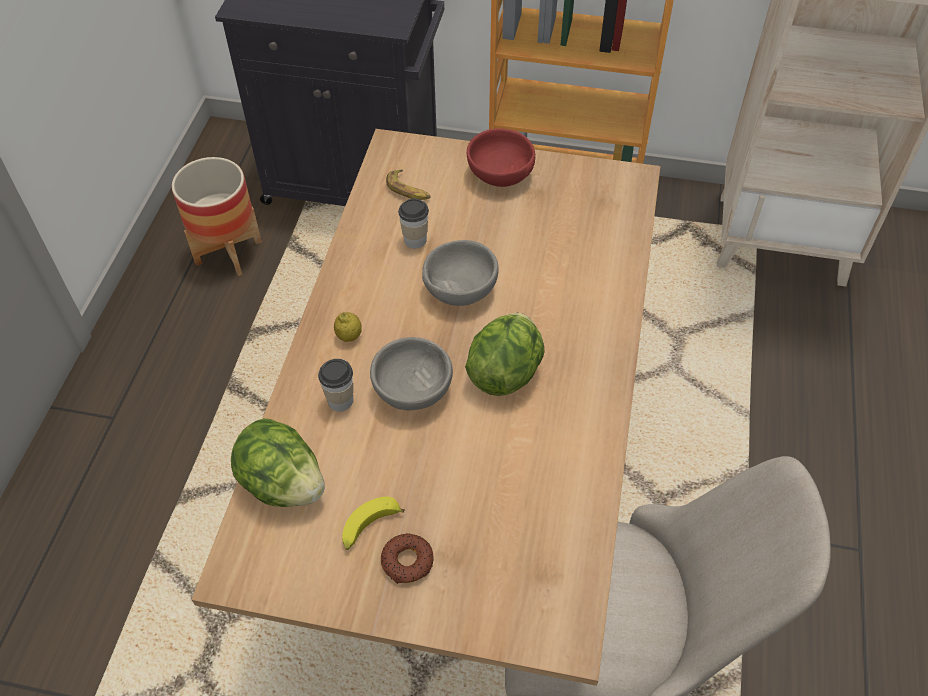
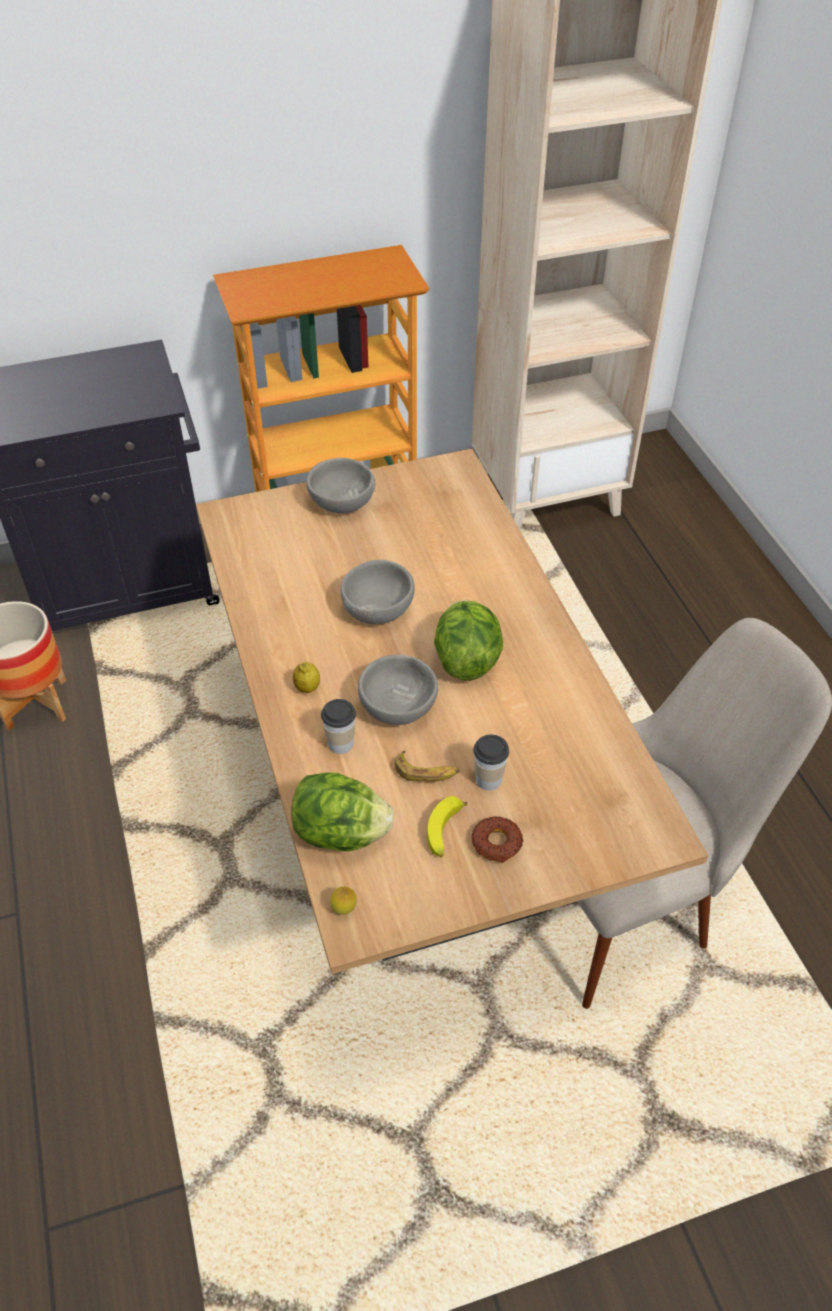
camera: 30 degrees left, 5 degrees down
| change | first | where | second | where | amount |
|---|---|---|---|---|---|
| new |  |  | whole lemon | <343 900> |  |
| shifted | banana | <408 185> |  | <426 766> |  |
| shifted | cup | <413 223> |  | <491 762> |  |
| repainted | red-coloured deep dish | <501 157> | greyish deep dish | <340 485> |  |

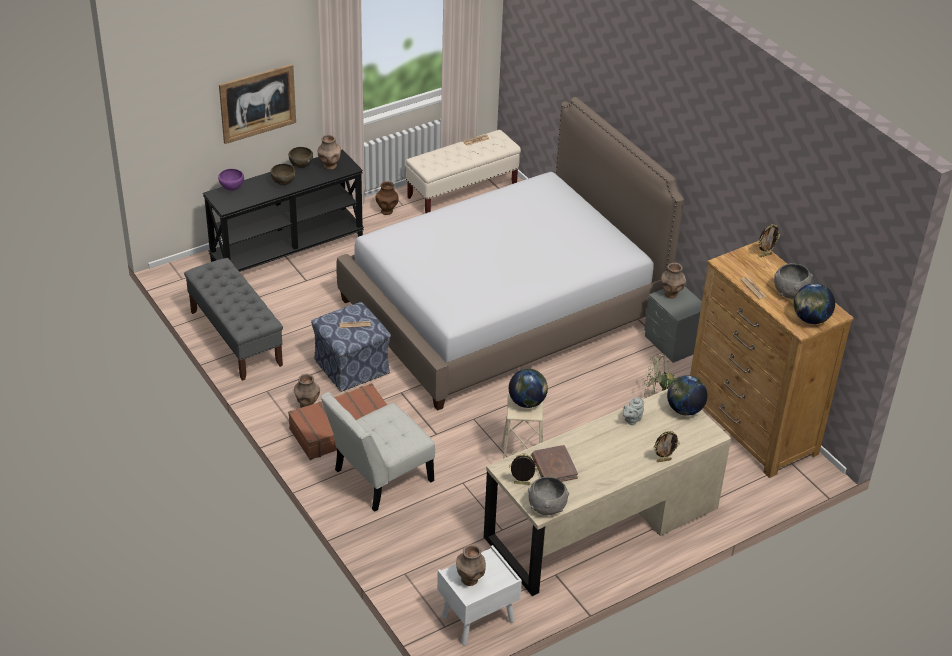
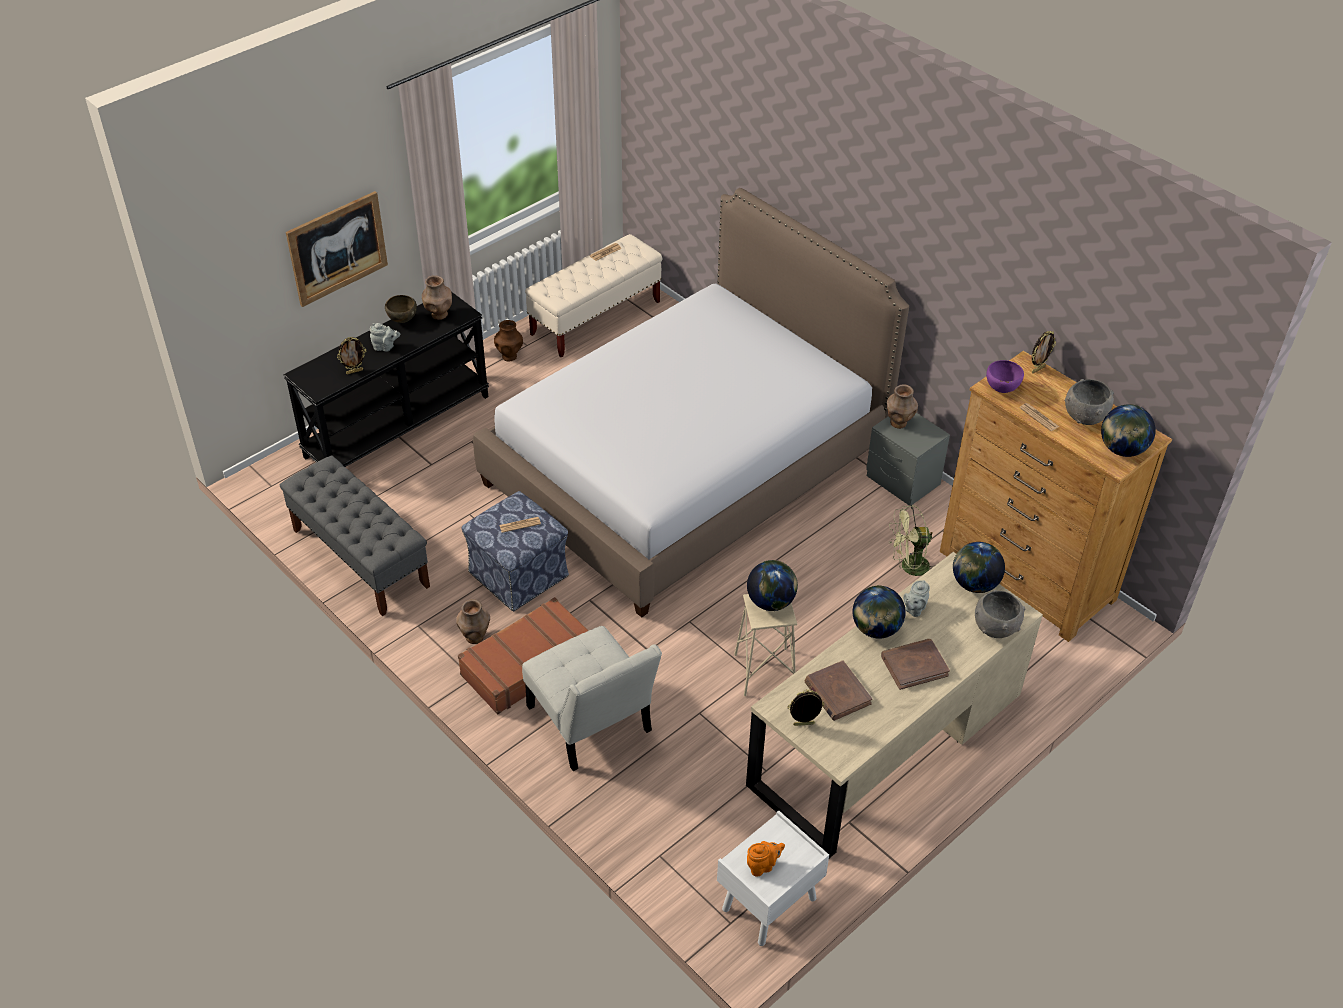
camera: 10 degrees left, 5 degrees up
| change | first | where | second | where | amount |
|---|---|---|---|---|---|
| new |  |  | desk globe | <879 612> |  |
| new |  |  | brownish bound book | <915 664> |  |
| shifted | purple deep dish | <231 180> |  | <1005 376> |  |
| shifted | greyish deep dish | <548 495> |  | <1000 614> |  |
| shifted | standing frame | <667 446> |  | <351 356> |  |
| swapped | brownish deep dish | <283 174> | greyish teapot | <385 337> |  |
| swapped | brownish decorative vase | <471 565> | orangey teapot | <766 859> |  |
| rotated | white chair | <377 452> |  | <592 698> | 75 degrees counterclockwise |

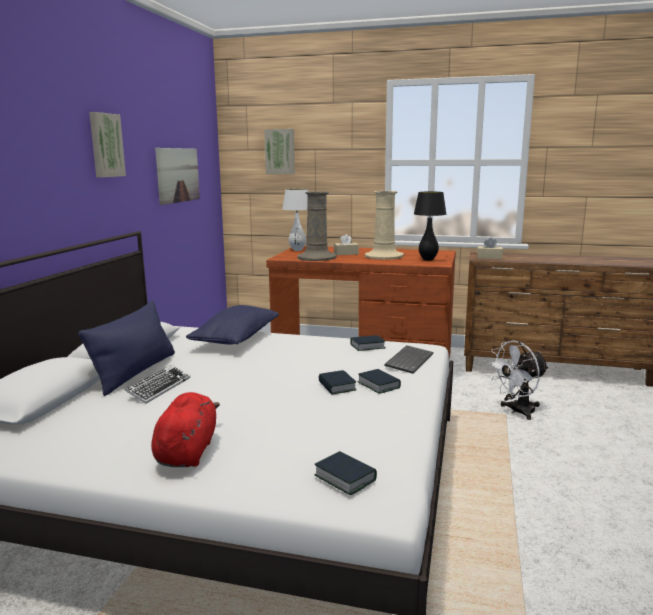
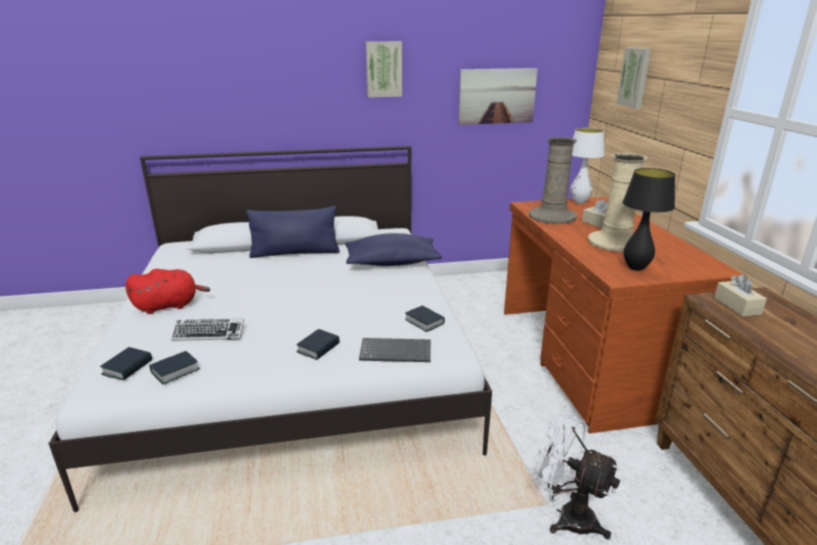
camera: 65 degrees right, 10 degrees up
| change | first | where | second | where | amount |
|---|---|---|---|---|---|
| shifted | keyboard | <157 384> |  | <207 330> |  |
| shifted | bound book | <337 382> |  | <174 367> |  |

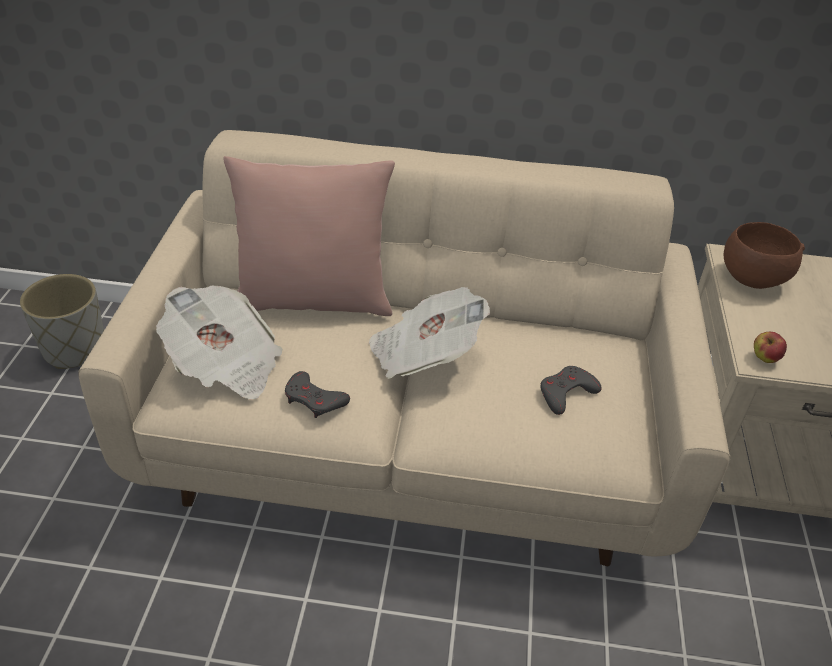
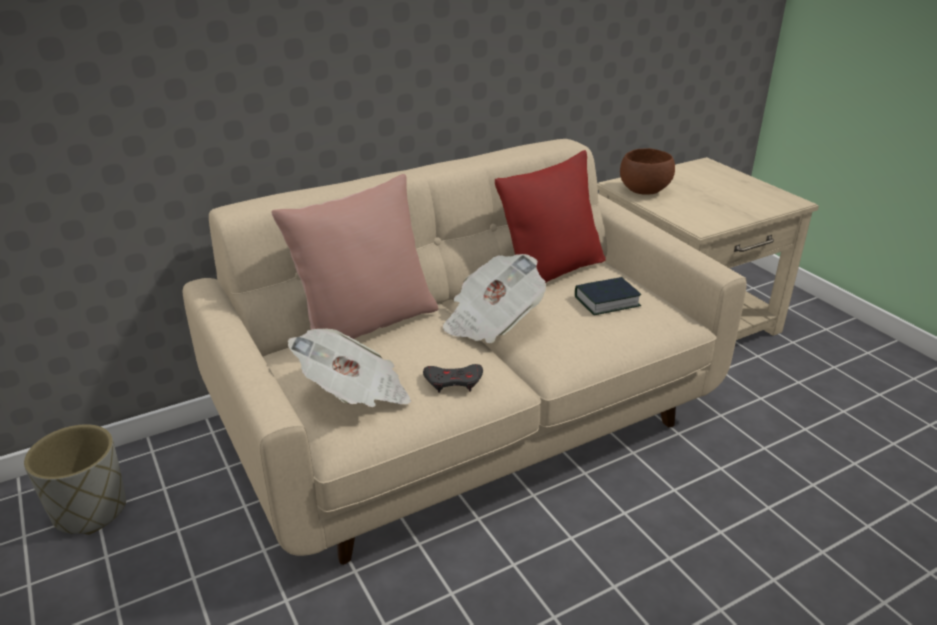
camera: 35 degrees left, 10 degrees down
| change | first | where | second | where | amount |
|---|---|---|---|---|---|
| gone | whole apple | <770 347> |  |  |  |
| new |  |  | red-coloured pillow | <550 216> |  |
| swapped | greyish gamepad | <571 390> | bound book | <608 296> |  |

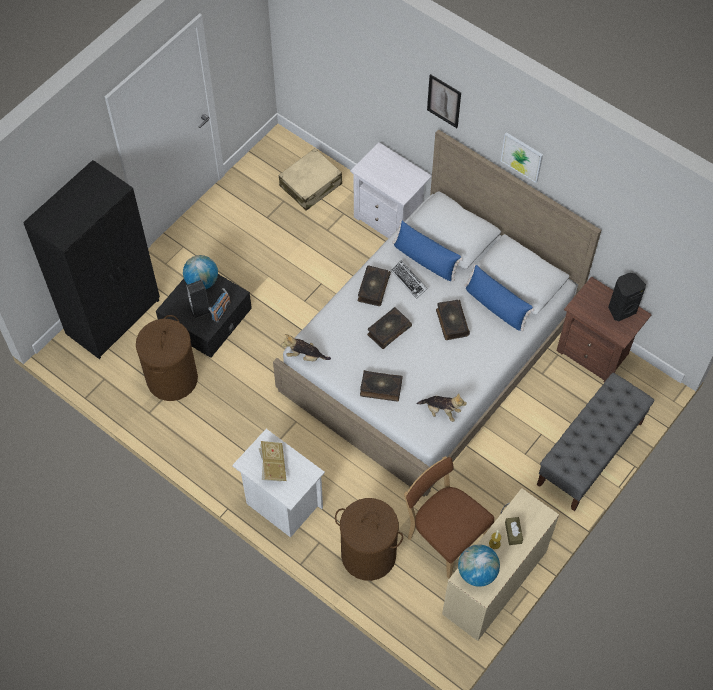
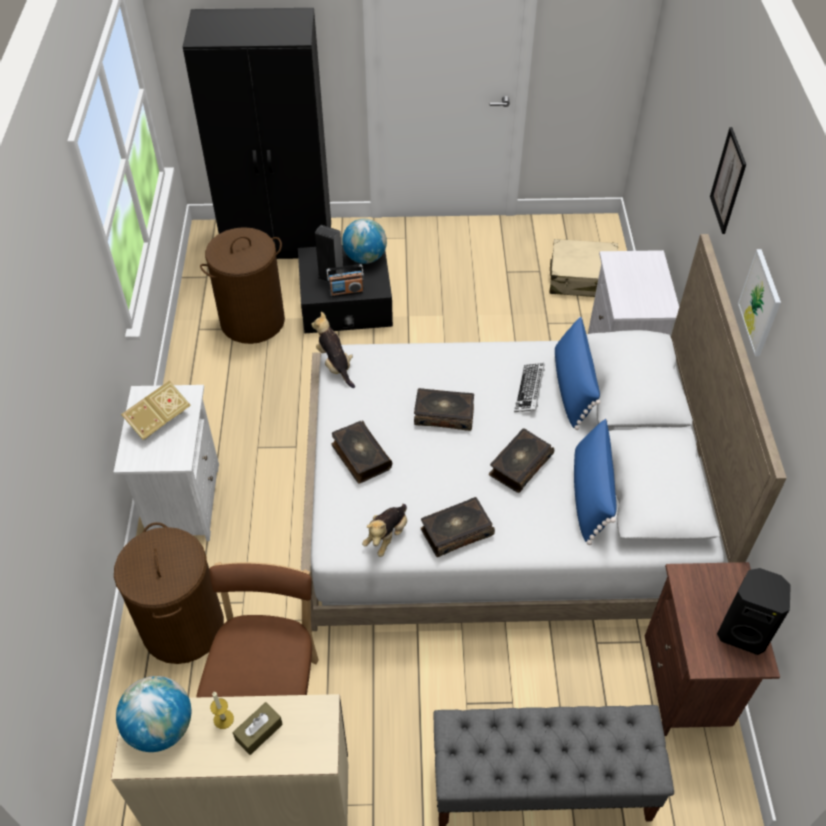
camera: 50 degrees right, 10 degrees down
| change | first | where | second | where | amount |
|---|---|---|---|---|---|
| shifted | bound book | <374 285> |  | <458 527> |  |
| rotated | cuddly toy | <442 408> |  | <384 530> | 45 degrees clockwise |

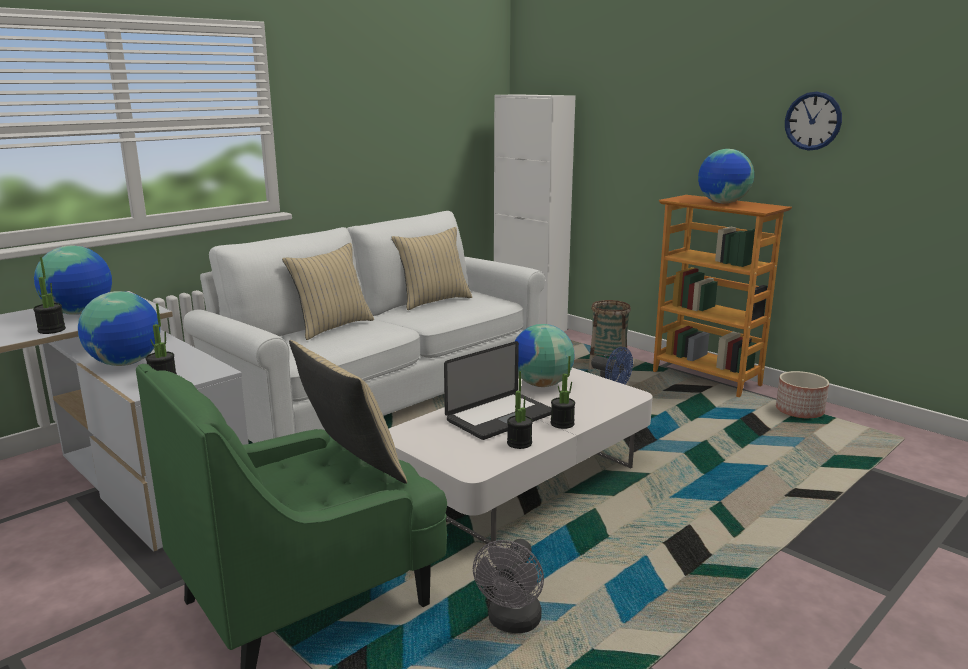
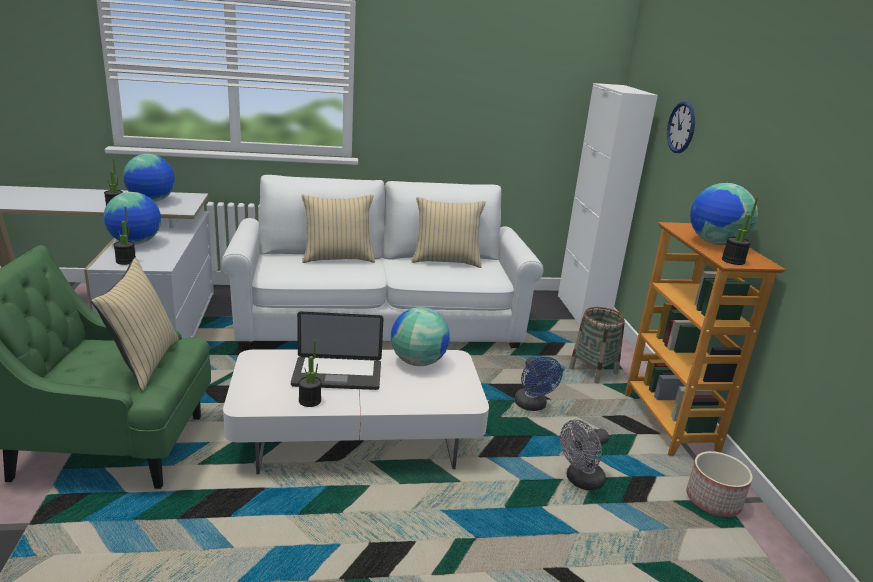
camera: 35 degrees right, 5 degrees up
| change | first | where | second | where | amount |
|---|---|---|---|---|---|
| shifted | greyish fan | <508 586> |  | <584 455> |  |
| shifted | houseplant | <563 392> |  | <740 231> |  |
| shifted | clock on the wall | <813 121> |  | <681 127> |  |

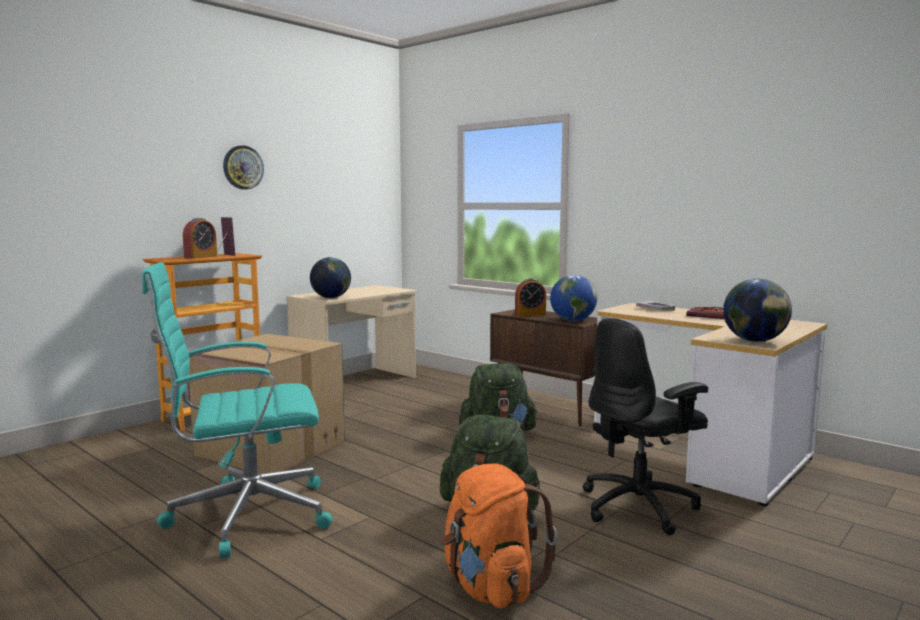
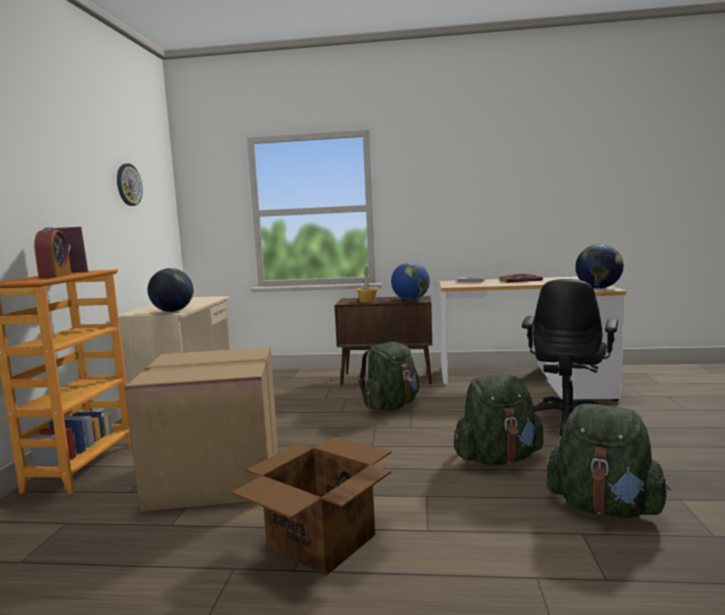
camera: 35 degrees left, 0 degrees up
| change | first | where | second | where | amount |
|---|---|---|---|---|---|
| shifted | clock on the wall | <243 167> |  | <130 184> |  |
| swapped | turquoise-coloured office chair | <237 410> | packing box | <311 506> |  |
| swapped | bedside clock | <530 297> | houseplant | <367 283> |  |
| repainted | orangey rucksack | <499 536> | green-coloured rucksack | <608 461> |  |

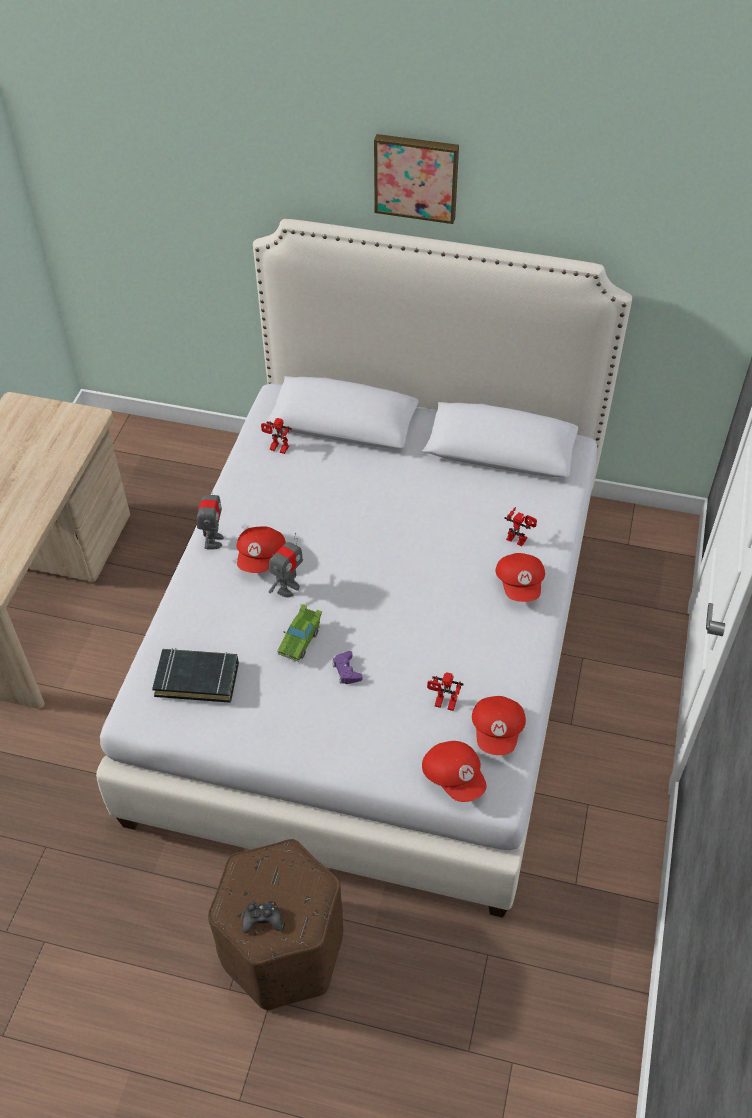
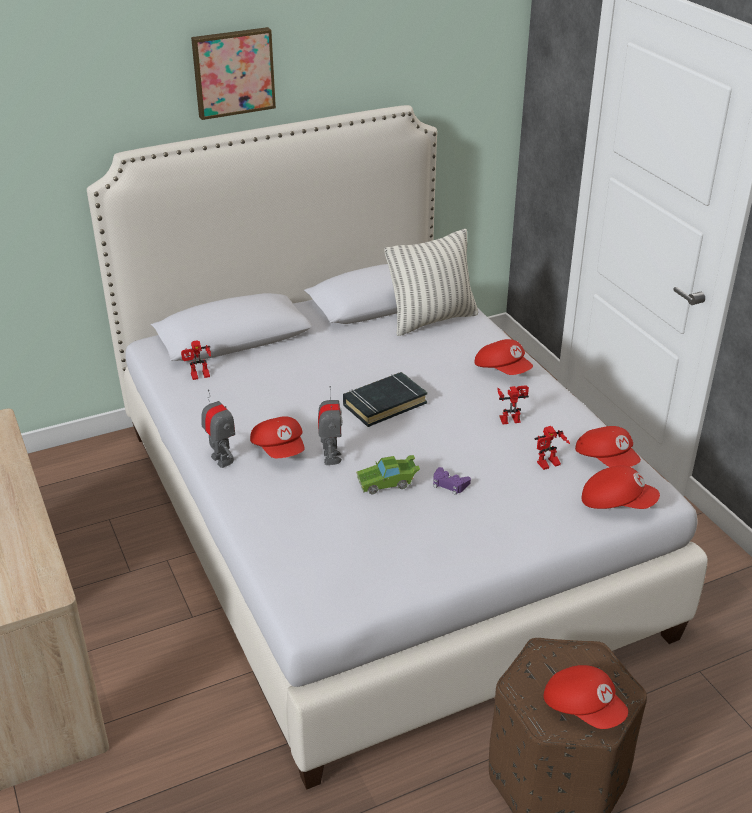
camera: 40 degrees left, 15 degrees down
| change | first | where | second | where | amount |
|---|---|---|---|---|---|
| new |  |  | pillow | <431 282> |  |
| shifted | black-coloured bound book | <195 675> |  | <385 399> |  |
| shifted | robot figure | <520 526> |  | <513 404> |  |
| swapped | black-coloured gamepad | <262 917> | red-coloured peaked cap | <586 697> |  |
| rotated | green-coloured model car | <299 633> |  | <388 474> | 90 degrees clockwise |

